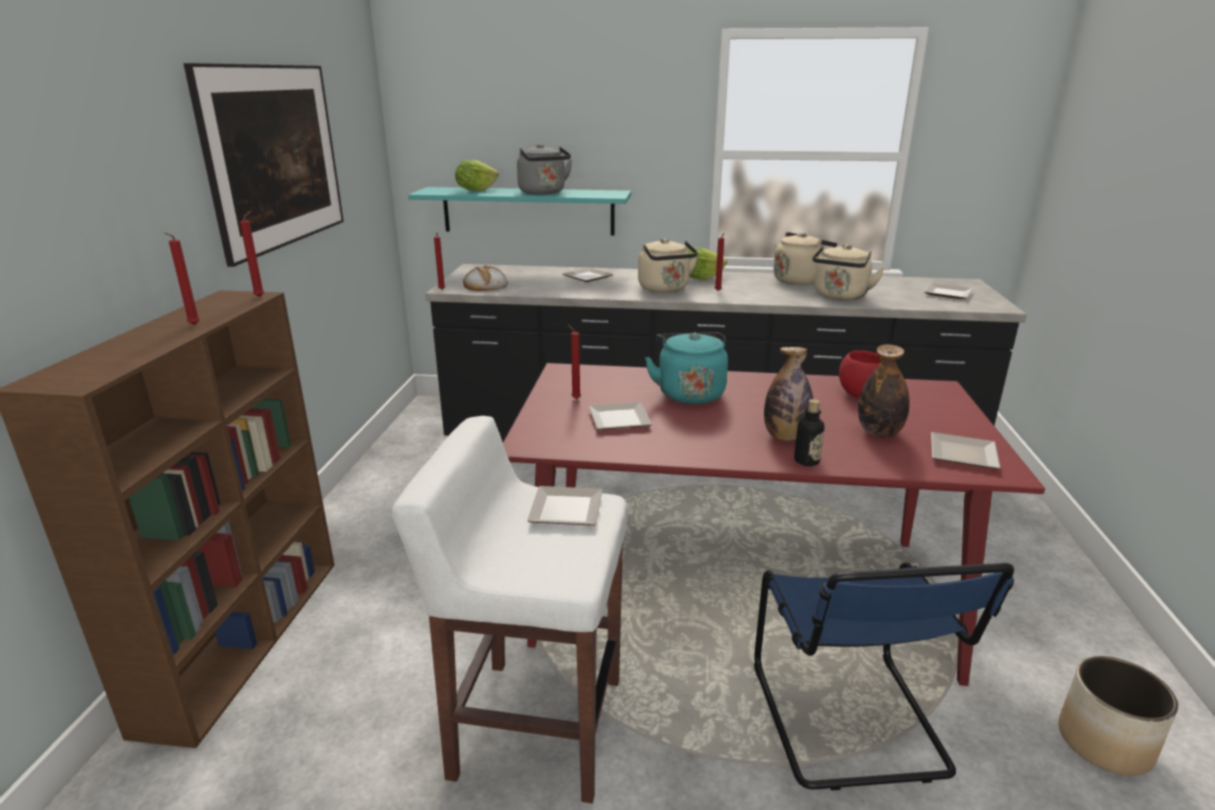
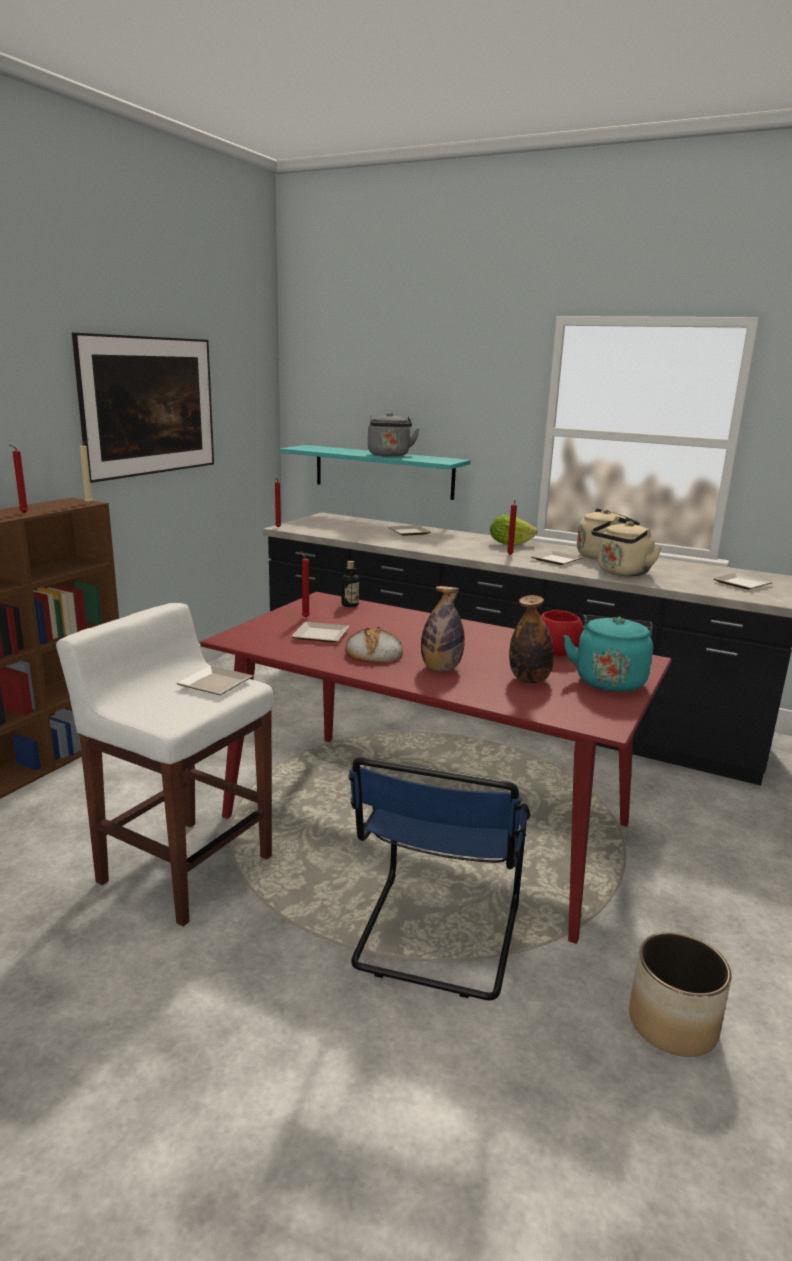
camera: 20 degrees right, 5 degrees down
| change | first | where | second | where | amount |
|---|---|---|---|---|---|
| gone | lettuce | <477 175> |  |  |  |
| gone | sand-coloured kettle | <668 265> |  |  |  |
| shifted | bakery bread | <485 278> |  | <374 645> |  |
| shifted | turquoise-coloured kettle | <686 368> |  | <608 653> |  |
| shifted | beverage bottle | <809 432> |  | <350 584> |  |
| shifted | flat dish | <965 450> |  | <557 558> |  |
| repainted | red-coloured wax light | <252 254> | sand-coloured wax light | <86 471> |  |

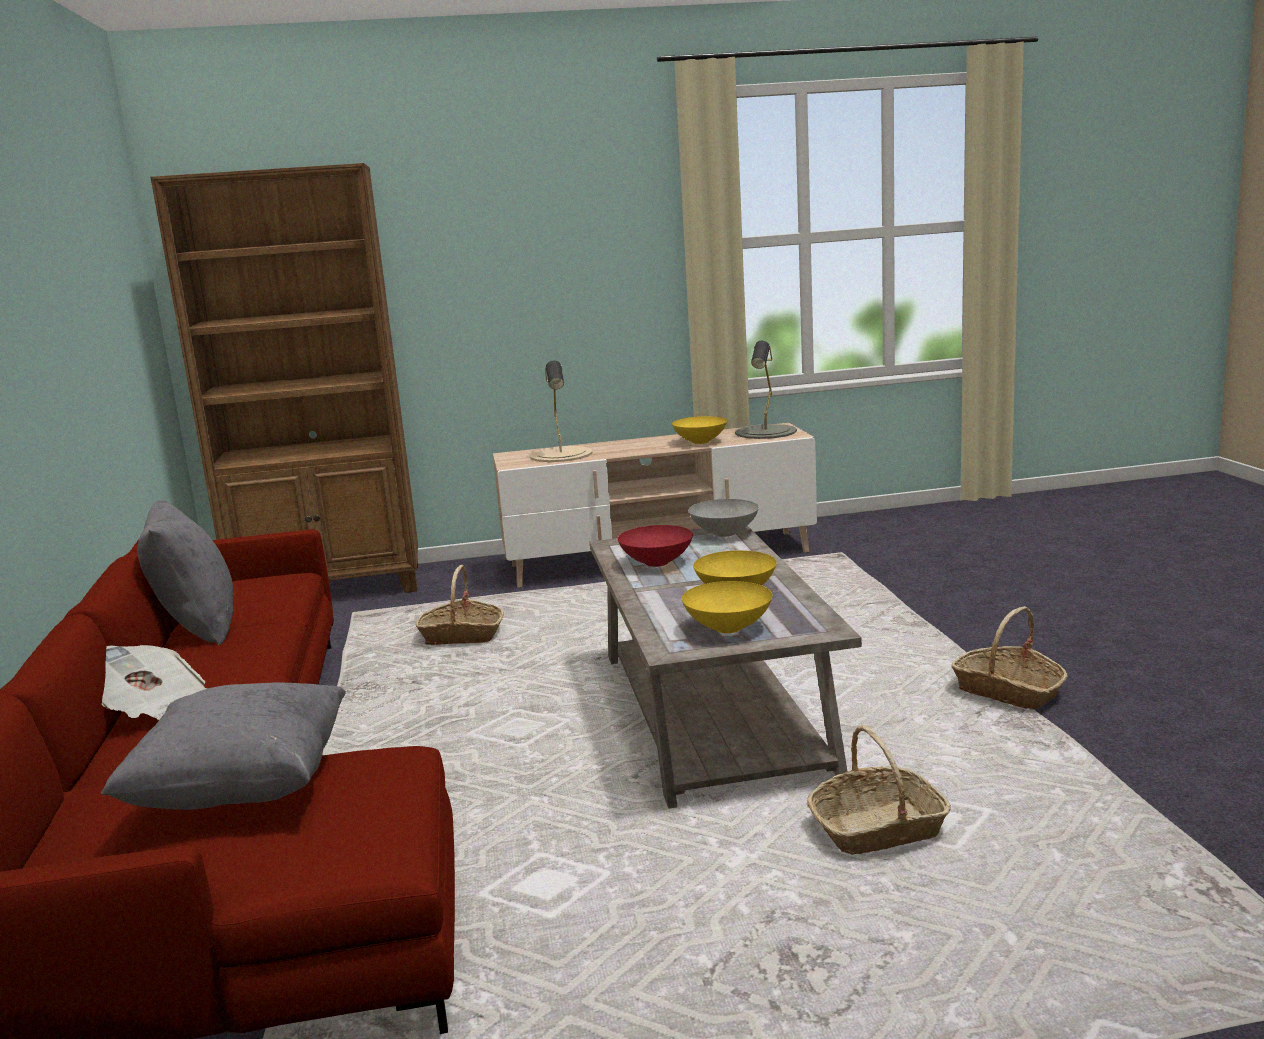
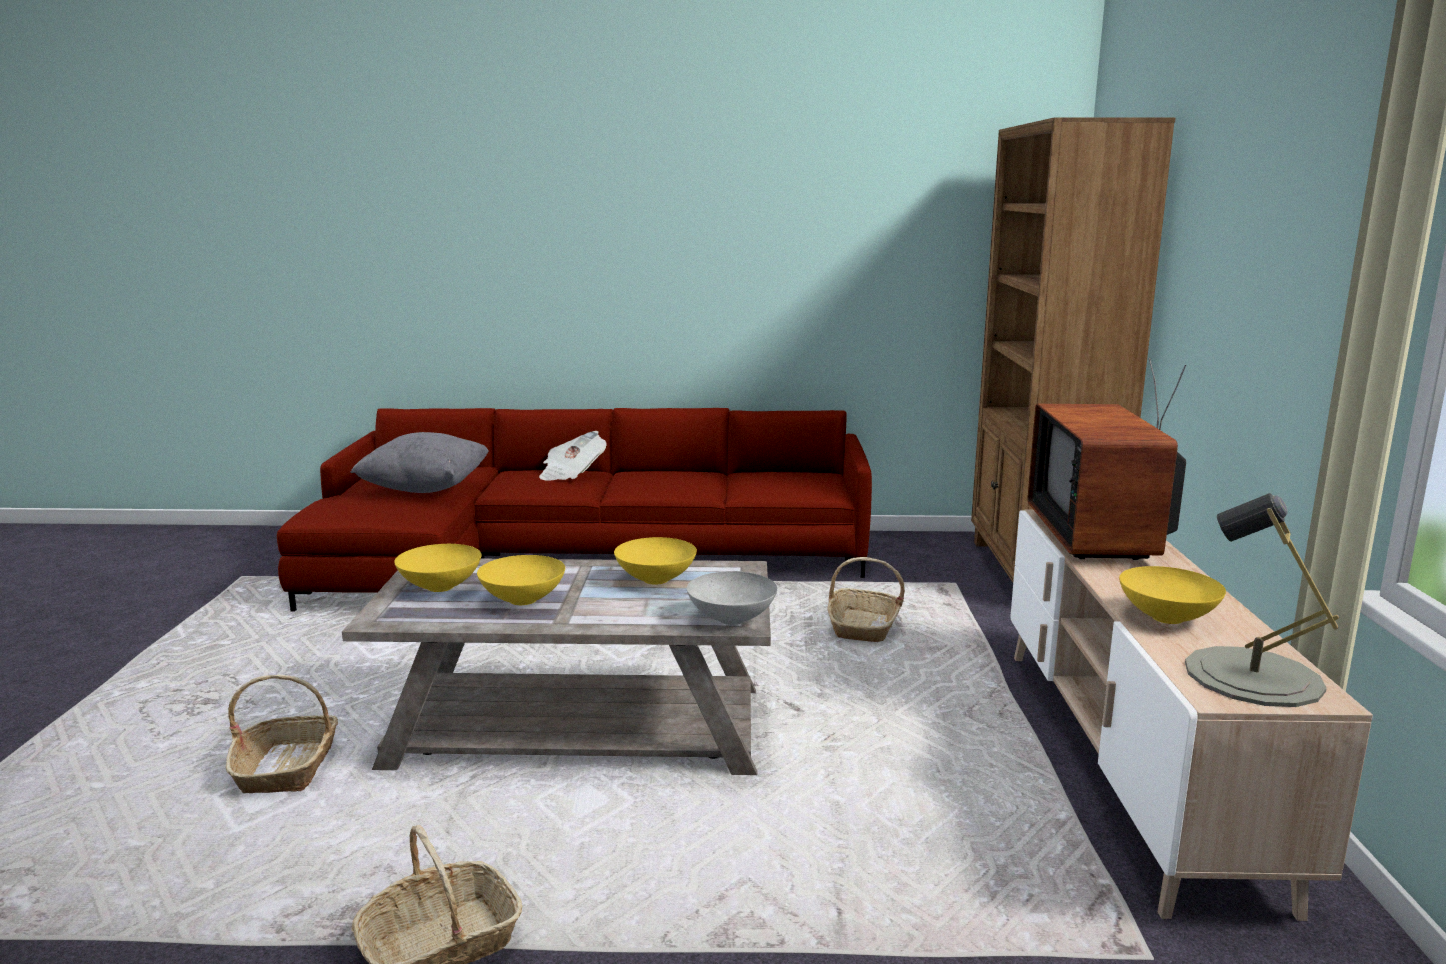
camera: 100 degrees right, 0 degrees up
| change | first | where | second | where | amount |
|---|---|---|---|---|---|
| gone | greyish pillow | <185 573> |  |  |  |
| swapped | sand-coloured table lamp | <561 411> | TV | <1106 459> |  |
| repainted | red-coloured deep dish | <655 546> | yellow deep dish | <655 561> |  |

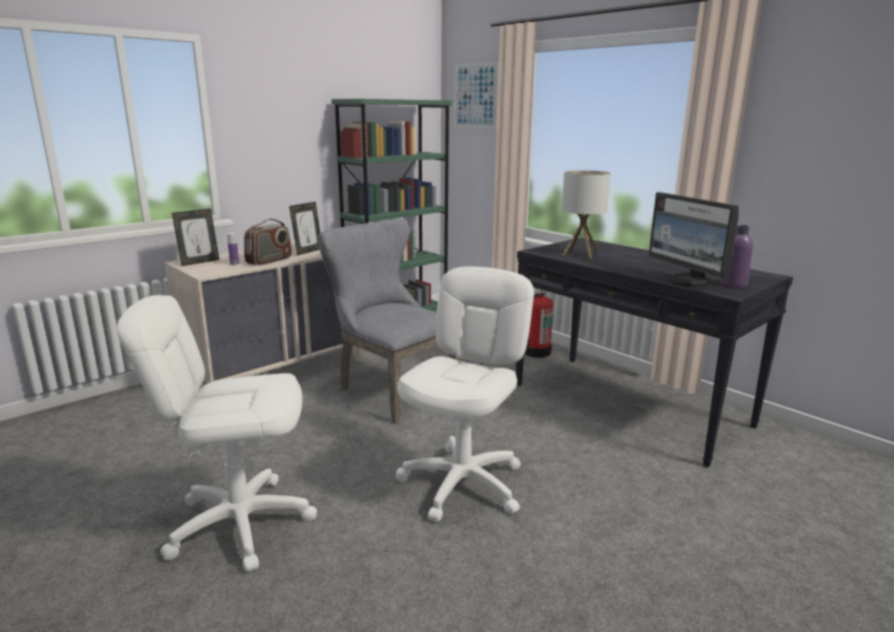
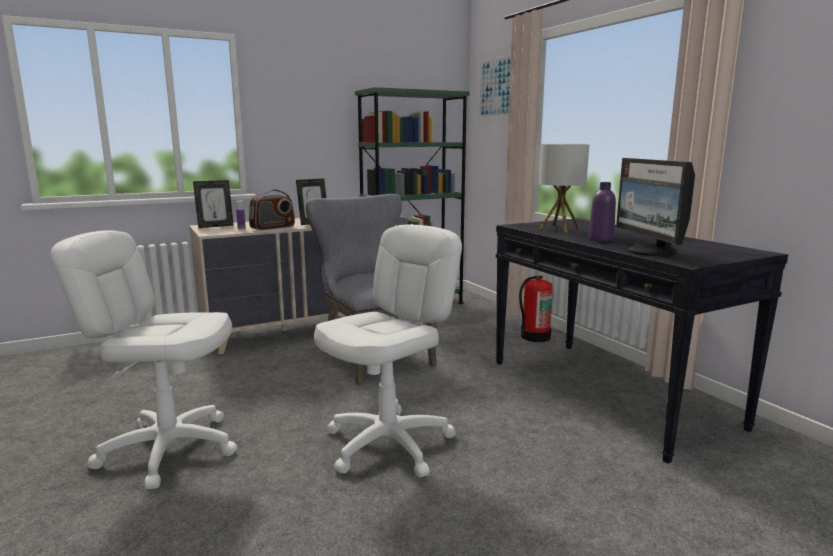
camera: 15 degrees right, 5 degrees down
| change | first | where | second | where | amount |
|---|---|---|---|---|---|
| shifted | purple beverage bottle | <736 256> |  | <602 212> |  |

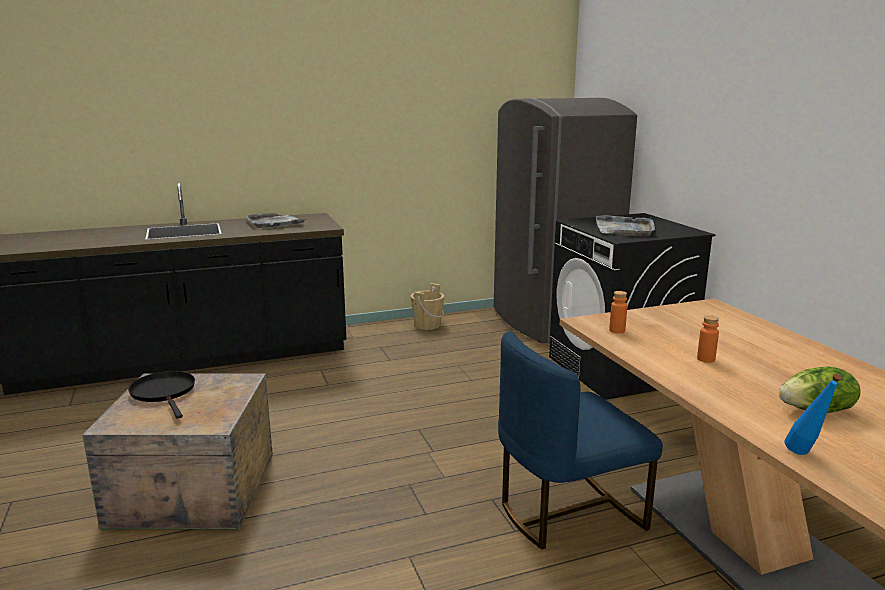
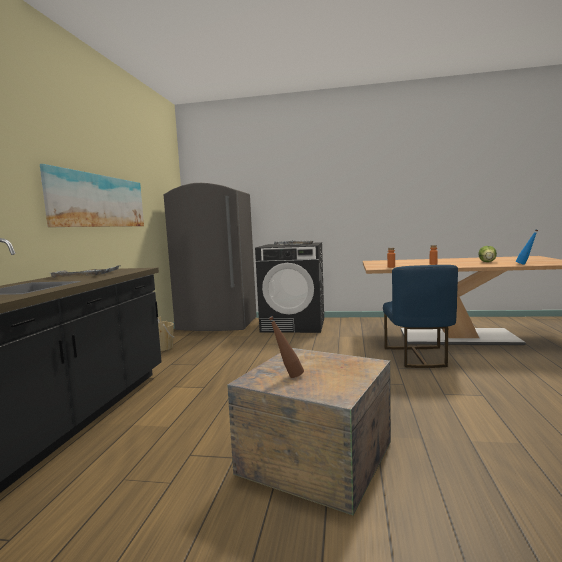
camera: 60 degrees left, 10 degrees down
| change | first | where | second | where | amount |
|---|---|---|---|---|---|
| new |  |  | picture | <92 195> |  |
| swapped | black-coloured pan | <161 395> | brownish beverage bottle | <286 347> |  |

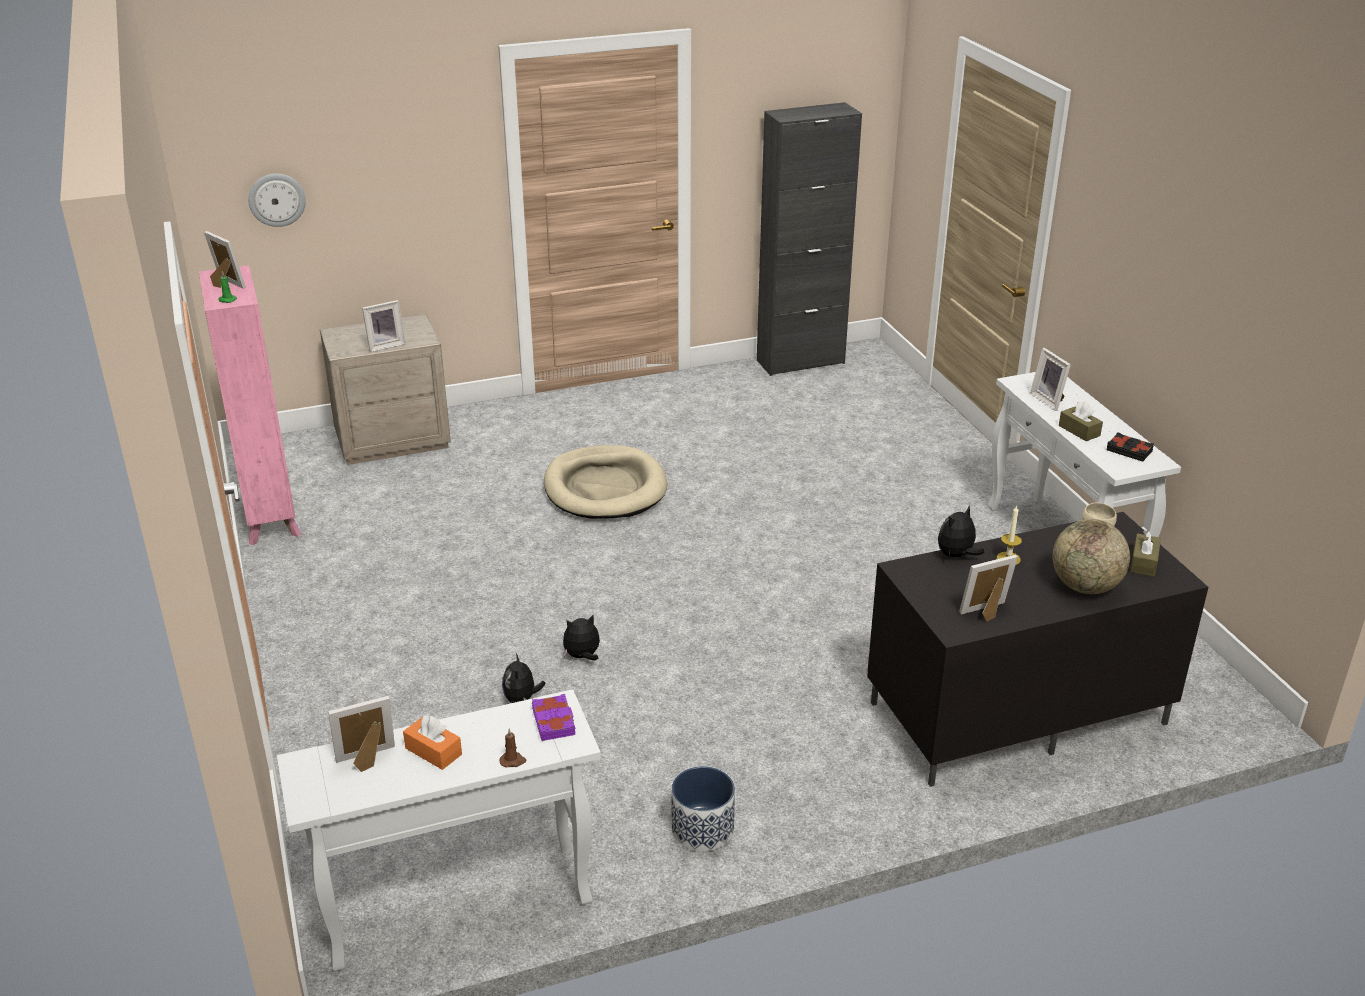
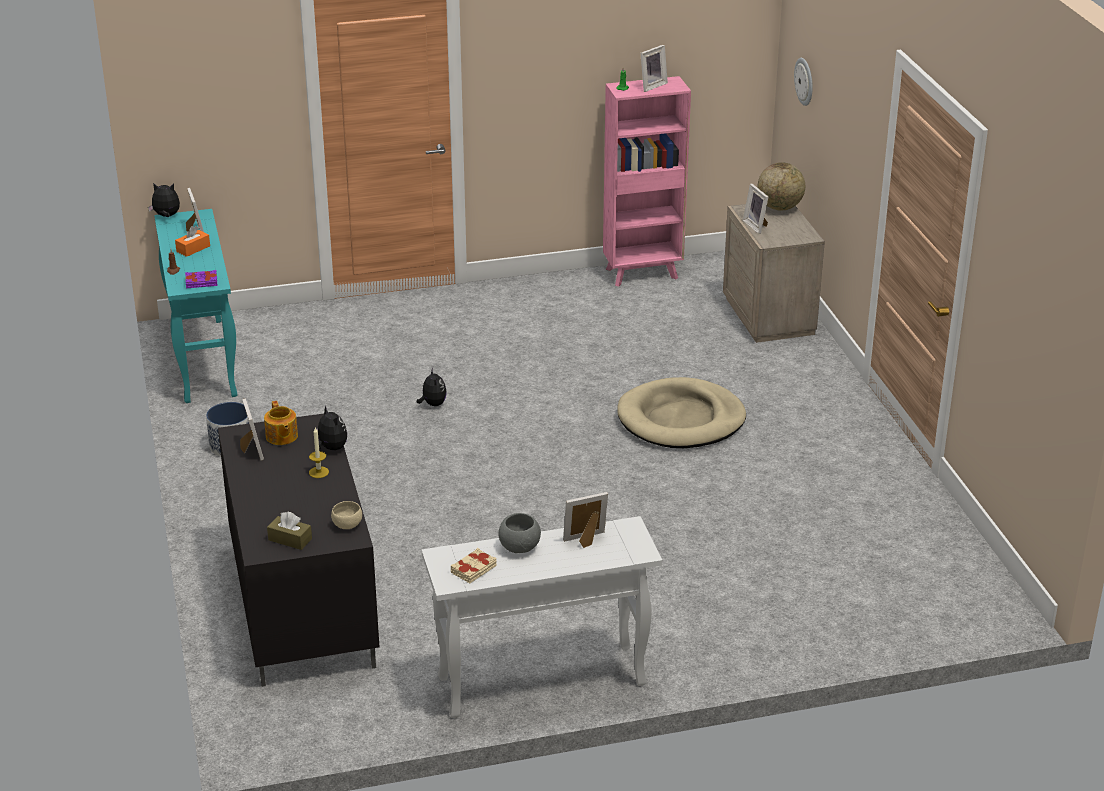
camera: 95 degrees right, 0 degrees up
| change | first | where | second | where | amount |
|---|---|---|---|---|---|
| gone | black-coloured cabinet | <809 239> |  |  |  |
| new |  |  | teapot | <281 423> |  |
| shifted | cuddly toy | <524 678> |  | <164 200> |  |
| shifted | desk globe | <1091 556> |  | <781 186> |  |
| swapped | brownish box of tissues | <1081 421> | greyish deep dish | <520 533> |  |
| repainted | white narrow table | <439 830> | turquoise-coloured narrow table | <196 306> |  |
| repainted | black-coloured bound book | <1130 447> | sand-coloured bound book | <474 565> |  |

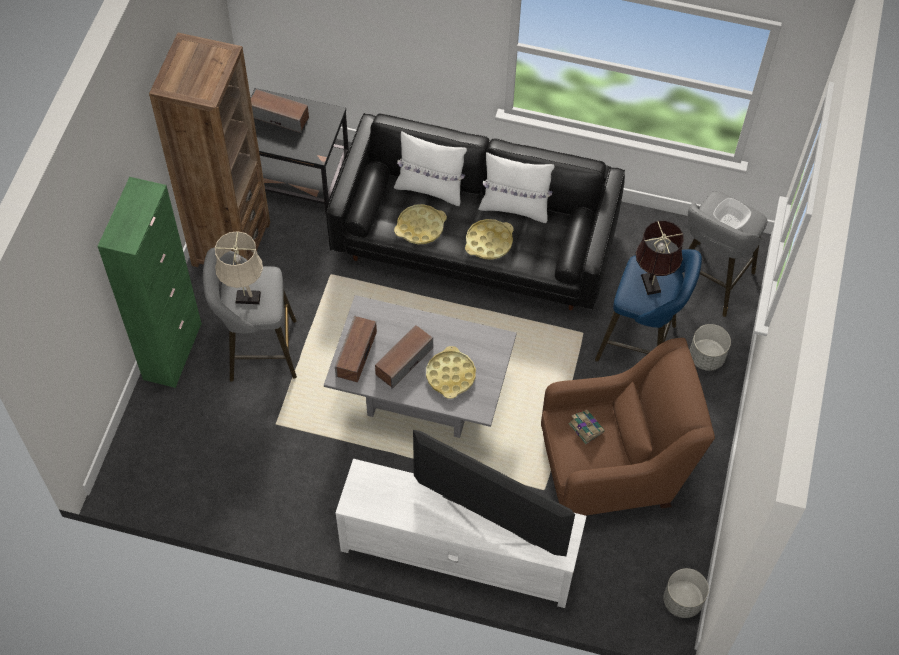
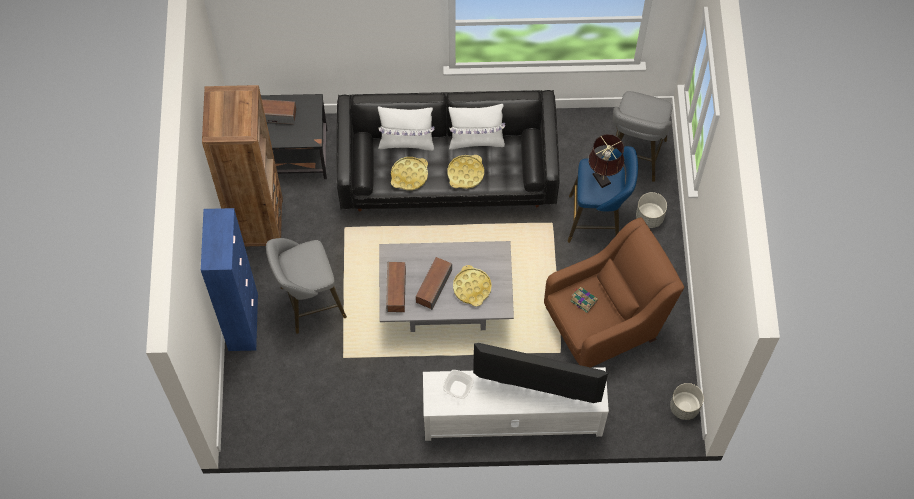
camera: 15 degrees left, 5 degrees up
| change | first | where | second | where | amount |
|---|---|---|---|---|---|
| gone | sand-coloured table lamp | <239 267> |  |  |  |
| shifted | deep dish | <732 214> |  | <458 384> |  |
| repainted | green-coloured cabinet | <149 282> | blue-coloured cabinet | <229 279> |  |

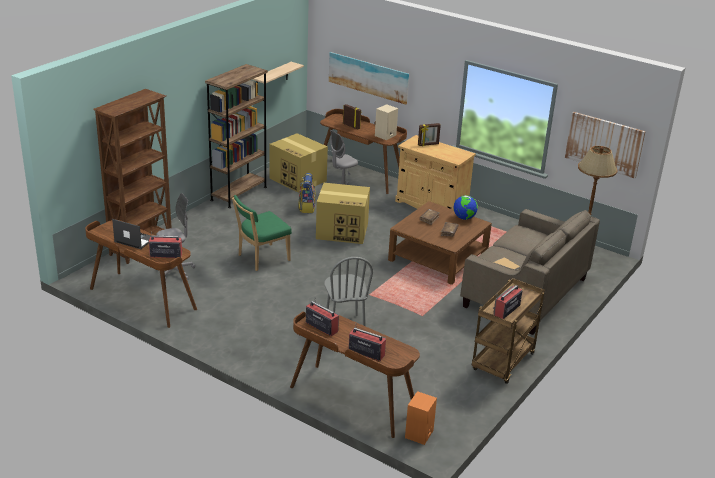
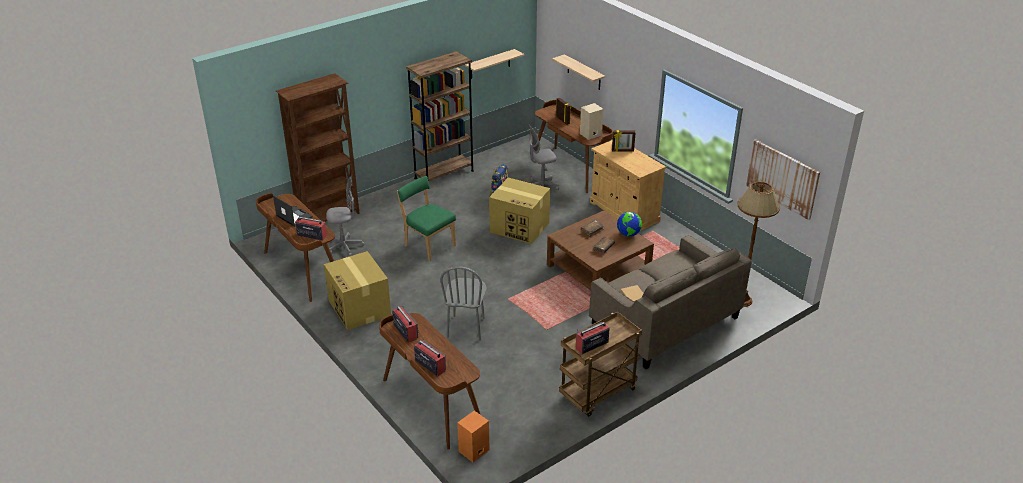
camera: 20 degrees right, 5 degrees up
| change | first | where | second | where | amount |
|---|---|---|---|---|---|
| shifted | packing box | <298 163> |  | <357 290> |  |
| swapped | picture | <369 78> | shelf | <578 72> |  |
| rotated | green-coloured chair | <262 233> |  | <426 218> | 60 degrees clockwise |

